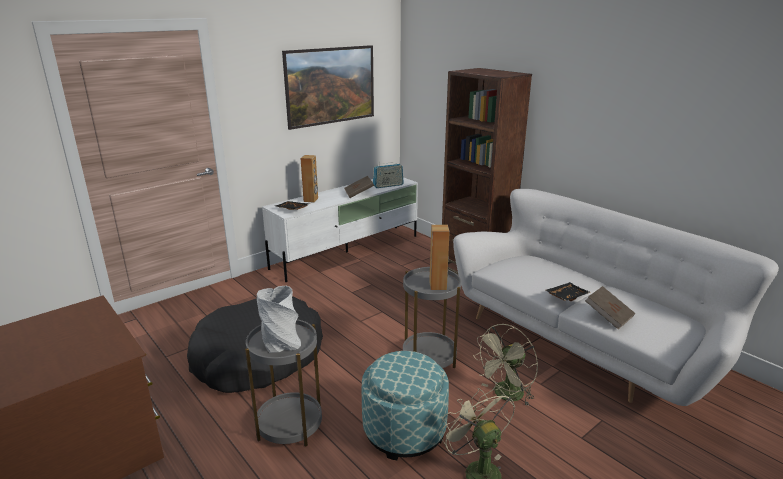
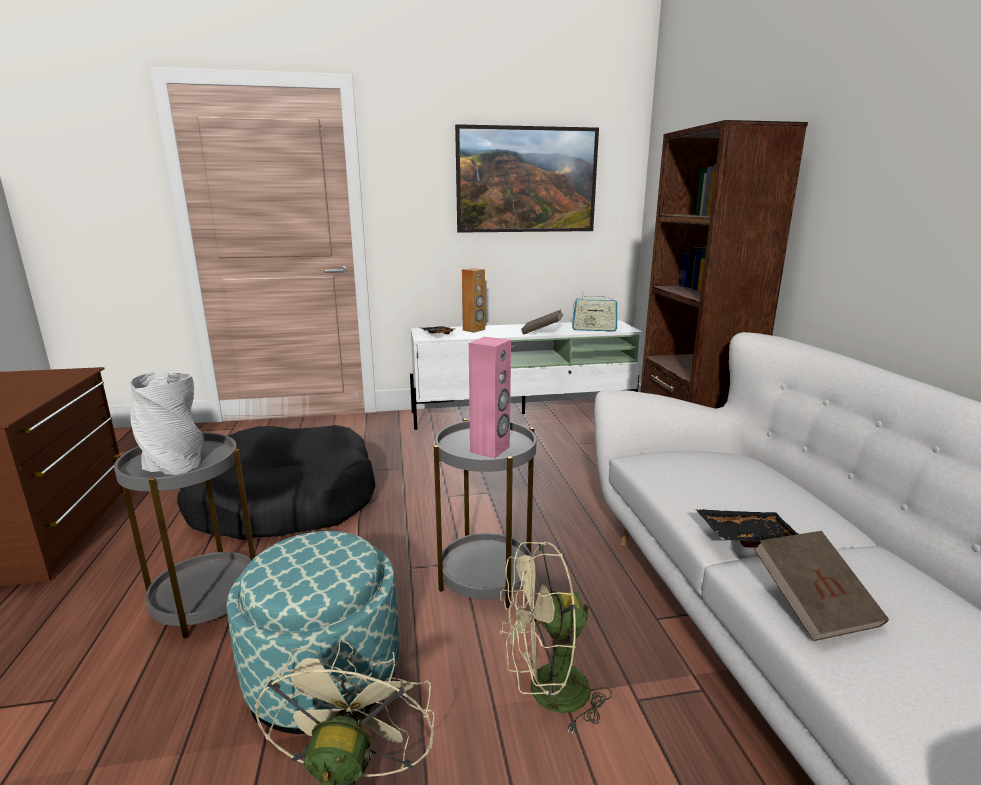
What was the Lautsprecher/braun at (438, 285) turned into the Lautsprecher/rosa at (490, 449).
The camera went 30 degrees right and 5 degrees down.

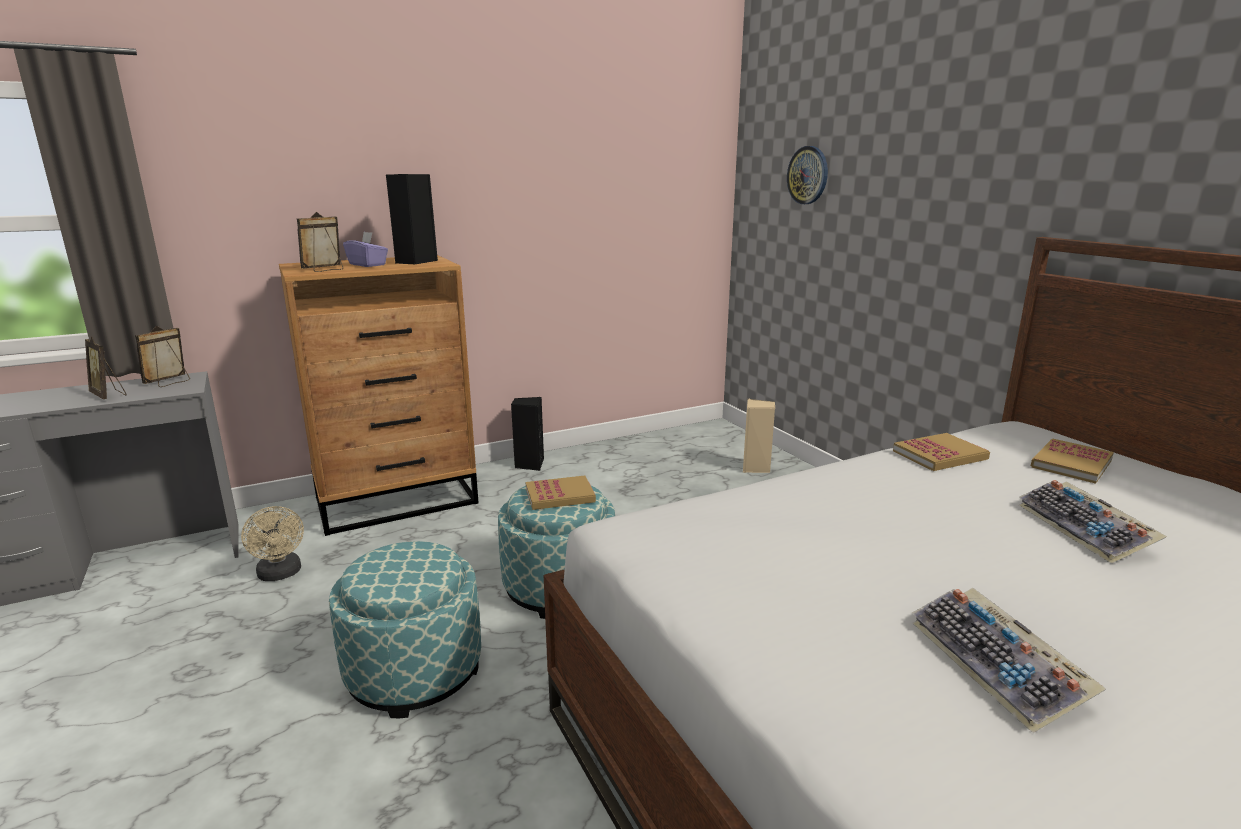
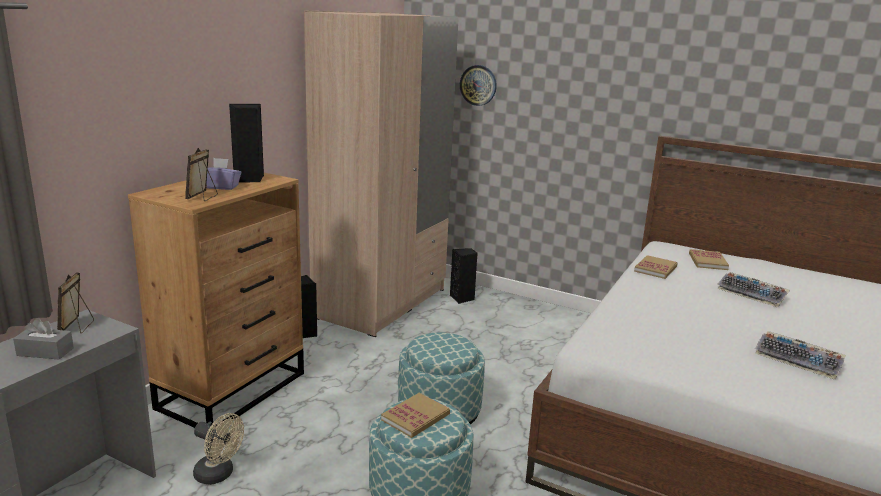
Where the Bilderrahmen stood at (109, 395), the Taschentuchbox/grau came to stand at (45, 352).
The Buch ended up elsewhere, having gone from (560, 495) to (415, 417).
What was the Lautsprecher/beige at (756, 468) turned into the Lautsprecher/schwarz at (462, 298).
The second view gained the Kleiderschrank/beige at (381, 303).
The camera went 35 degrees left and 0 degrees up.

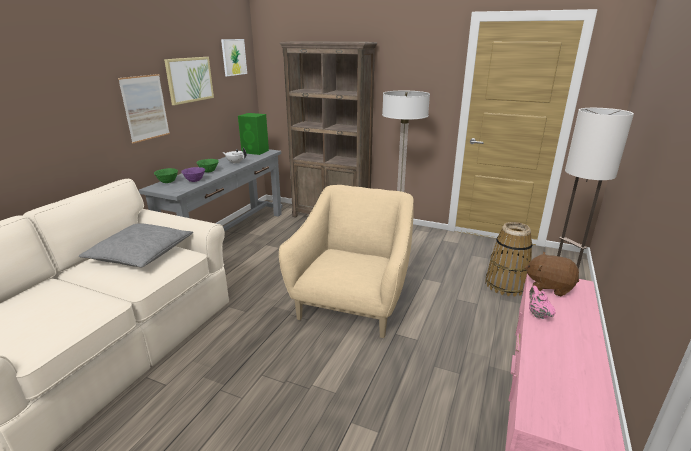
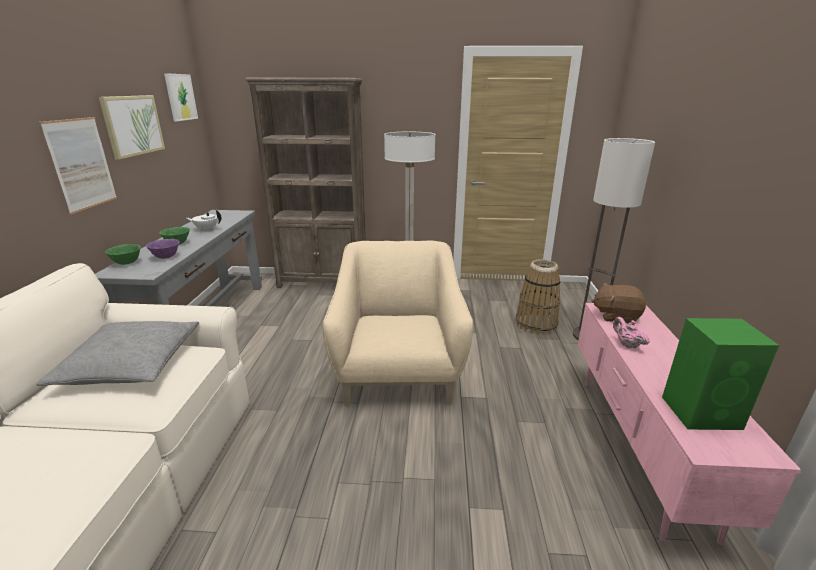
The Lautsprecher/grün ended up elsewhere, having gone from (256, 151) to (702, 412).
The camera went 20 degrees left and 0 degrees up.

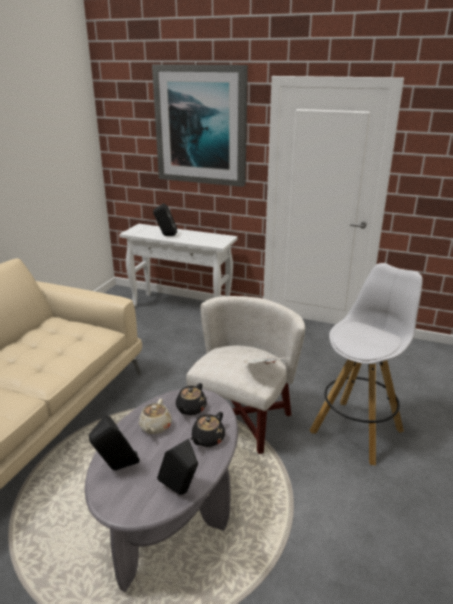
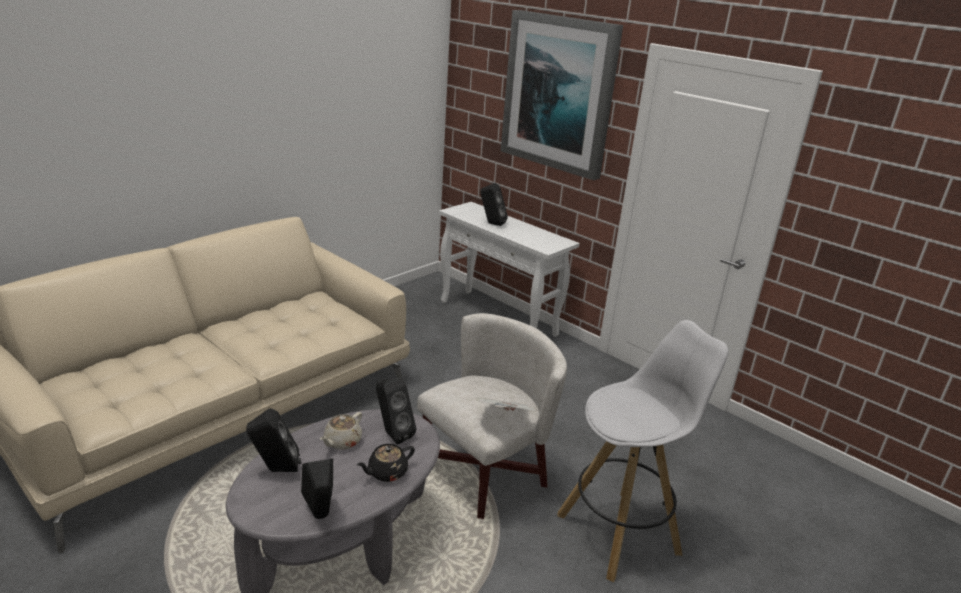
Where the Teekanne/schwarz stood at (190, 408), the Lautsprecher/schwarz came to stand at (392, 434).
The camera went 20 degrees right and 0 degrees up.

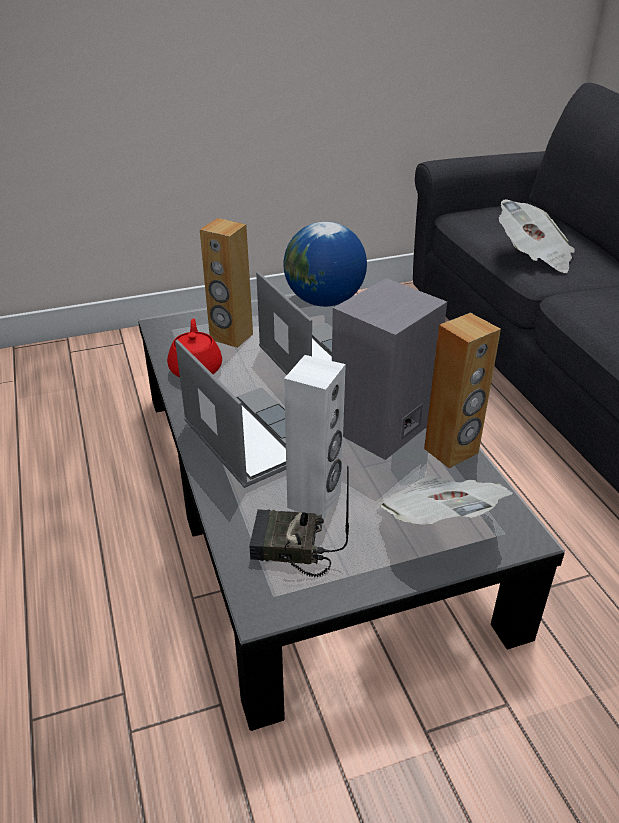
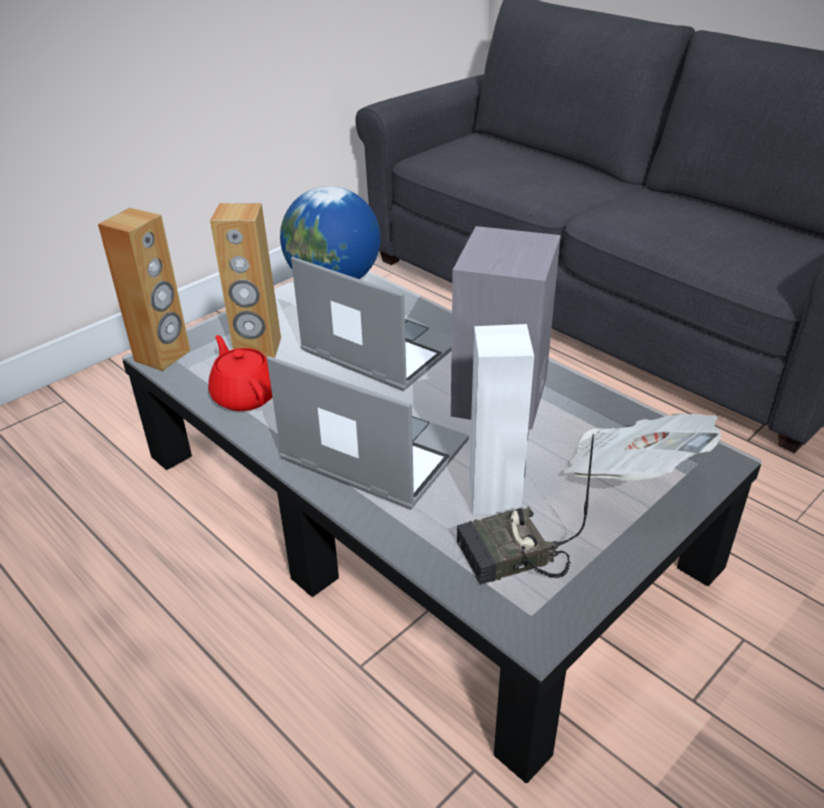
The Lautsprecher/braun ended up elsewhere, having gone from (451, 451) to (163, 356).
The second view lost the Zeitung at (533, 257).
The camera went 25 degrees left and 0 degrees up.

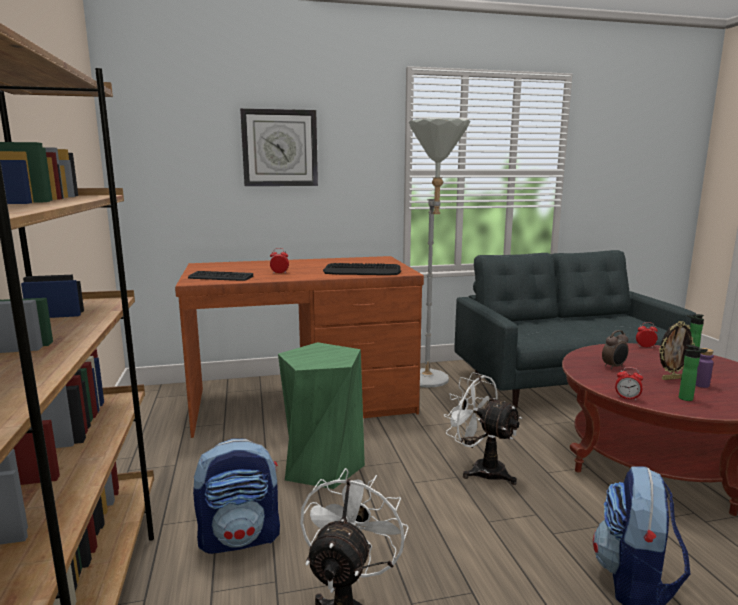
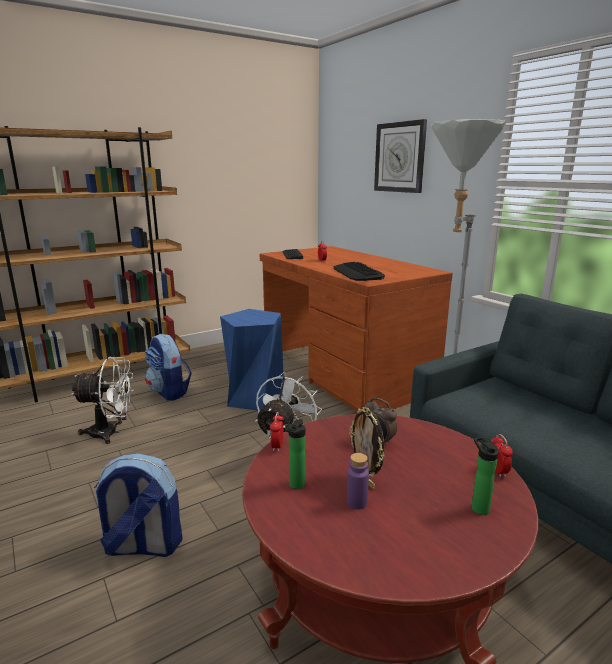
What was the Hocker/grün at (322, 466) turned into the Hocker/blau at (254, 397).
The camera went 70 degrees right and 5 degrees up.

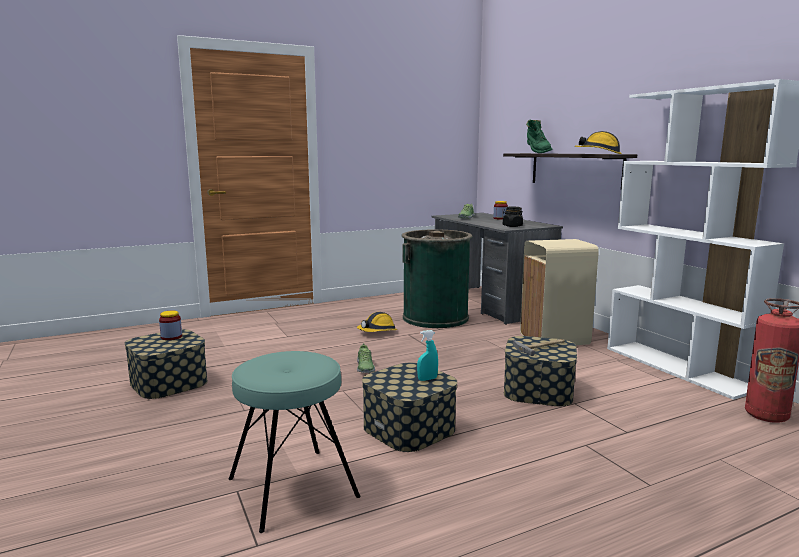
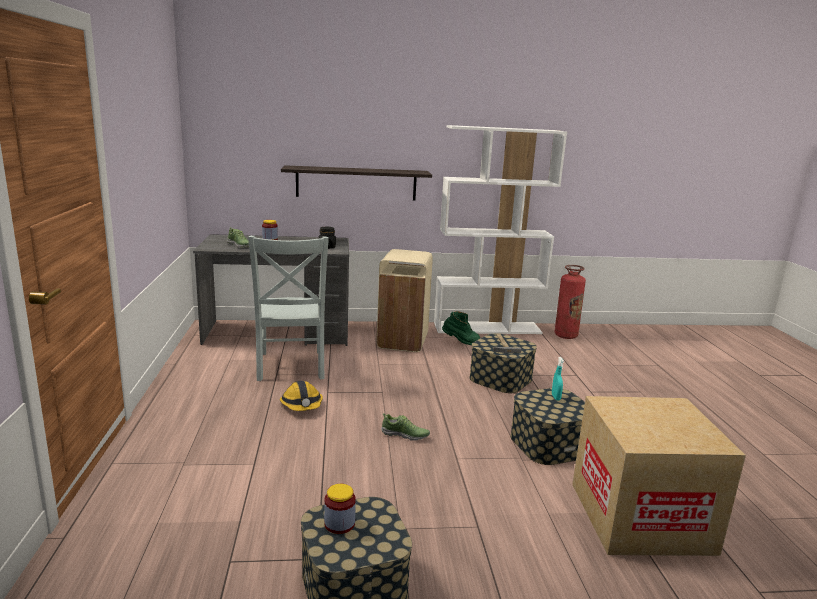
Where the Hocker/türkis stood at (293, 487), the Karton came to stand at (640, 517).
Where the Mülleimer/grün stood at (435, 318), the Stuhl/grau came to stand at (290, 367).
The Stiefel/grün ended up elsewhere, having gone from (537, 153) to (460, 342).
The second view lost the Schutzhelm at (598, 153).
The camera went 70 degrees left and 5 degrees up.

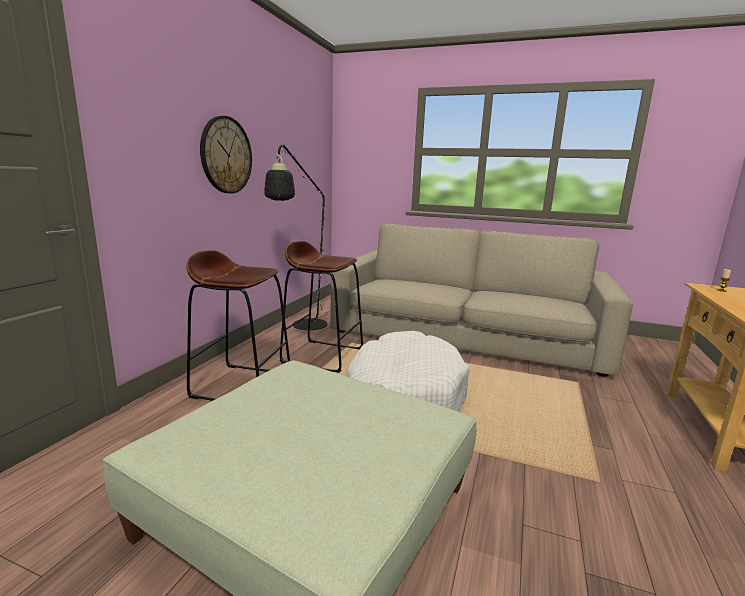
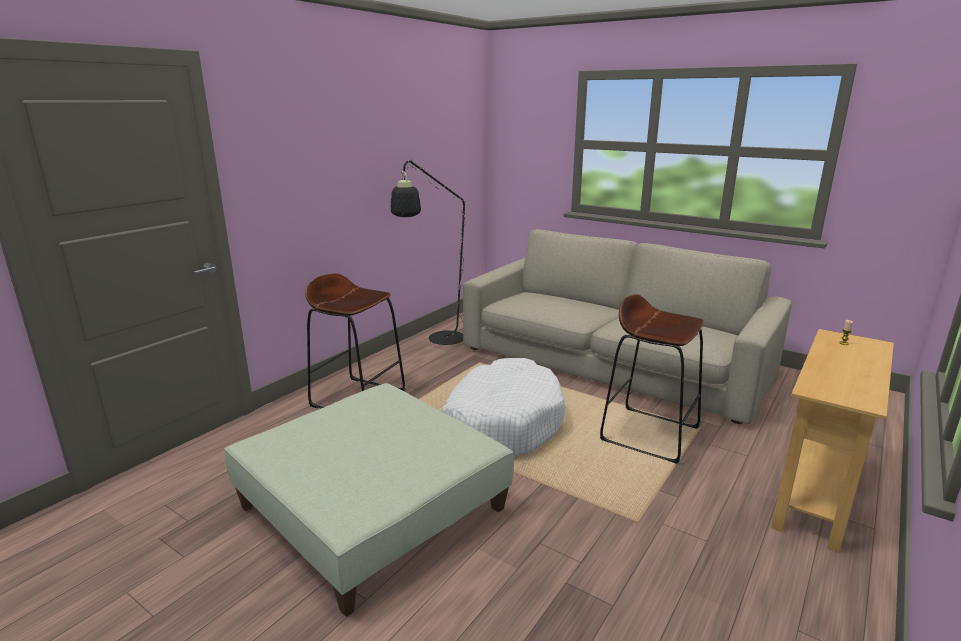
The second view lost the Wanduhr at (226, 155).
The Hocker/braun ended up elsewhere, having gone from (322, 356) to (649, 434).
The camera went 15 degrees right and 5 degrees up.

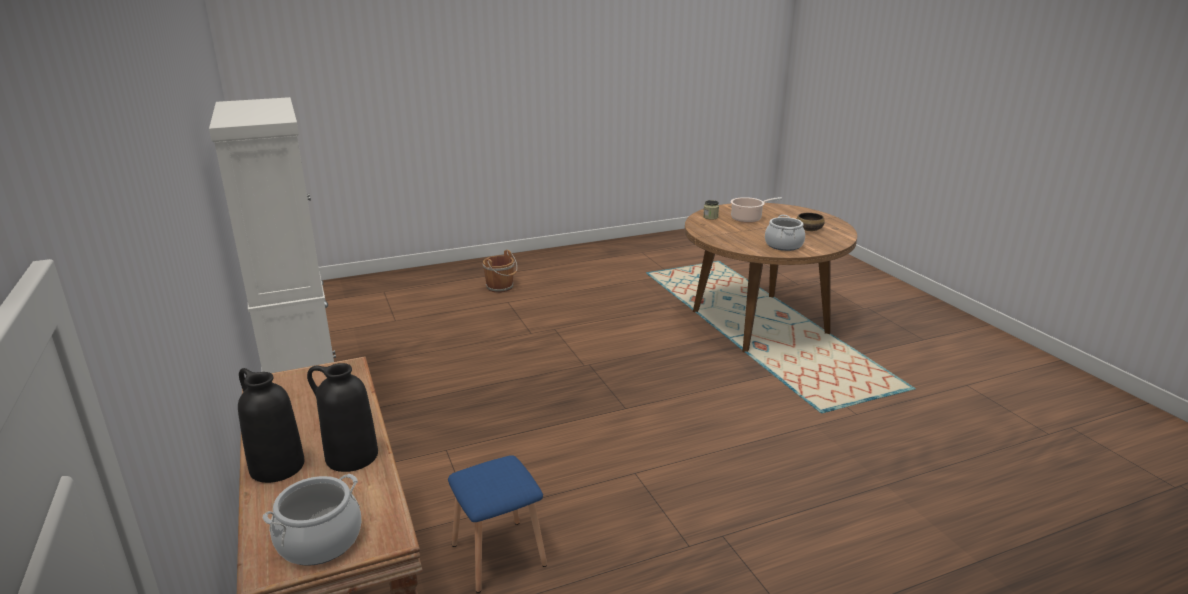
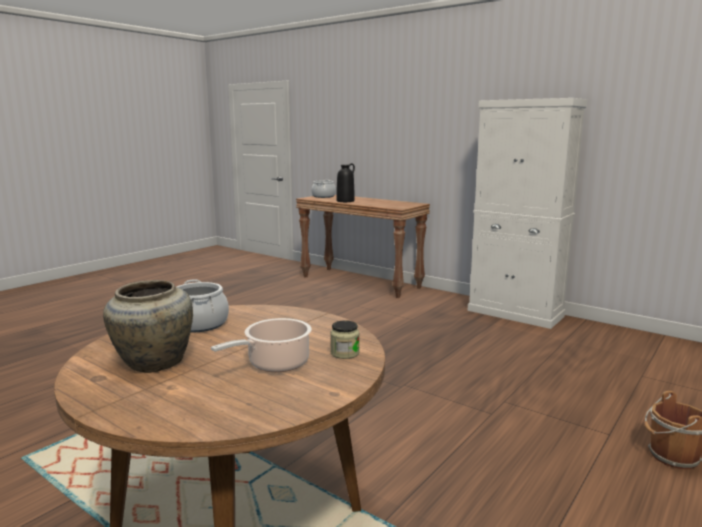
The second view lost the Vase/schwarz at (276, 467).
The second view lost the Hocker/blau at (500, 554).
Where the Schüssel stood at (809, 229), the Vase/beige came to stand at (153, 363).
The camera went 150 degrees right and 10 degrees down.

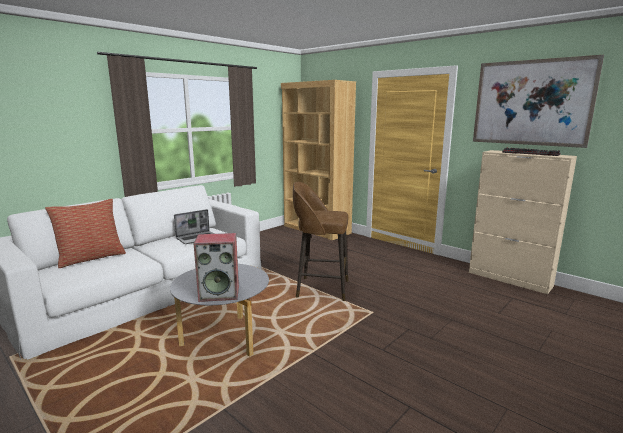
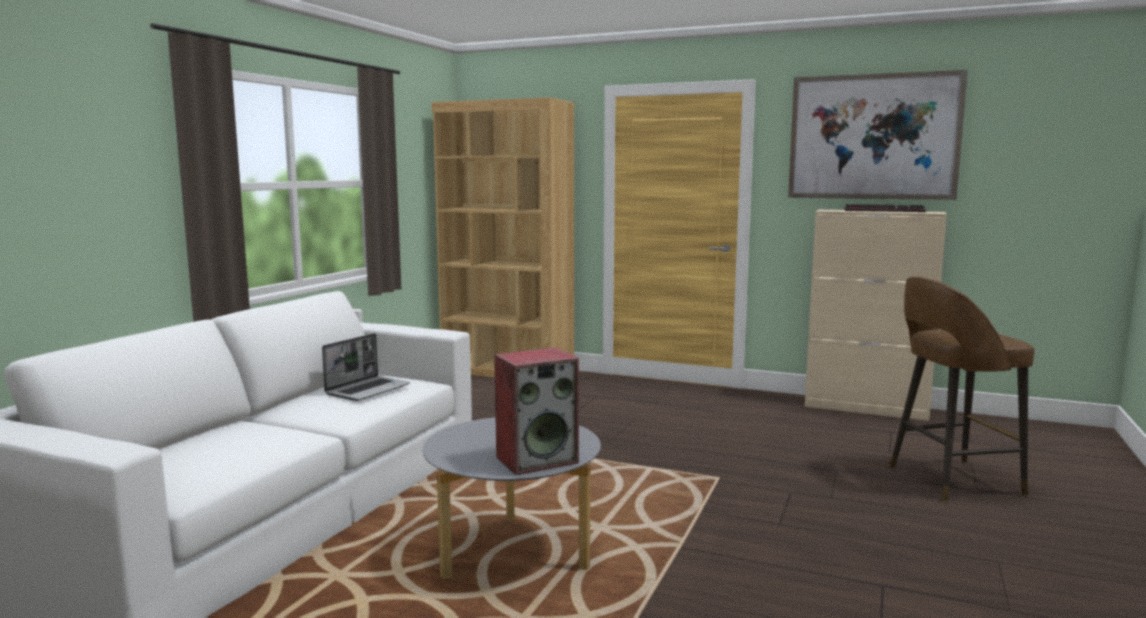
The second view lost the Kissen at (91, 258).
The Hocker/braun ended up elsewhere, having gone from (321, 289) to (950, 480).
The camera went 20 degrees left and 5 degrees down.

